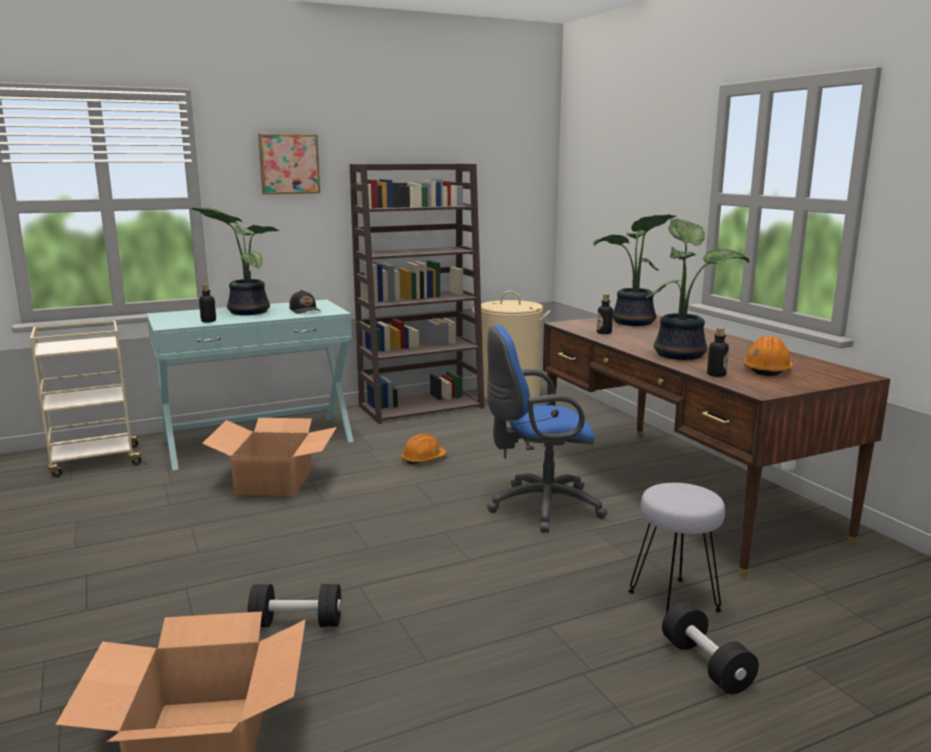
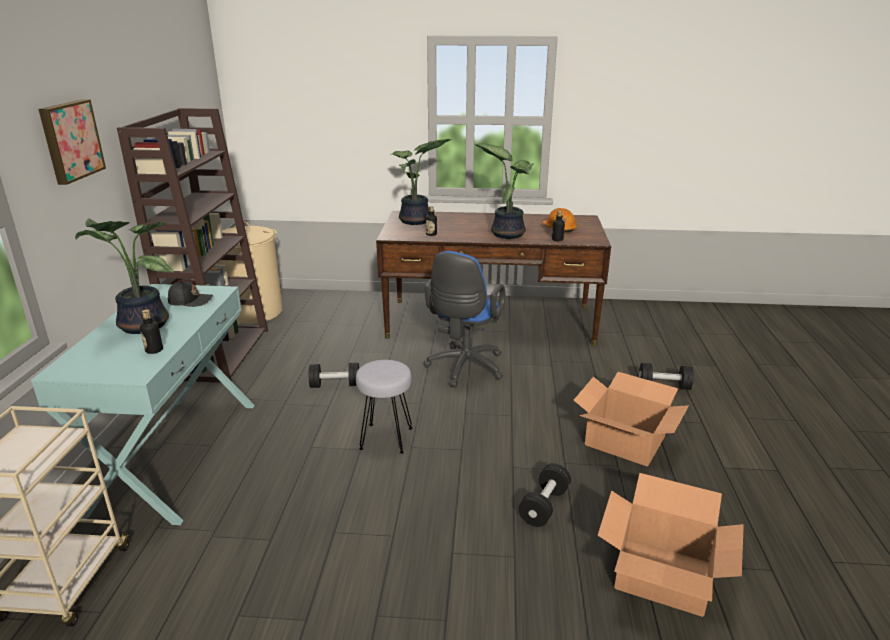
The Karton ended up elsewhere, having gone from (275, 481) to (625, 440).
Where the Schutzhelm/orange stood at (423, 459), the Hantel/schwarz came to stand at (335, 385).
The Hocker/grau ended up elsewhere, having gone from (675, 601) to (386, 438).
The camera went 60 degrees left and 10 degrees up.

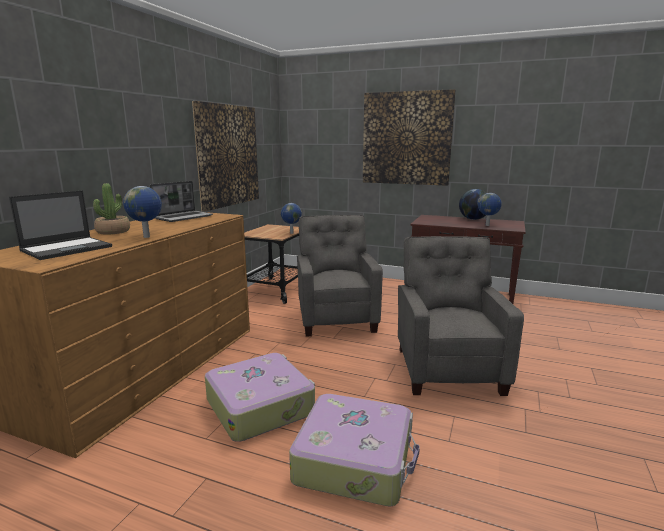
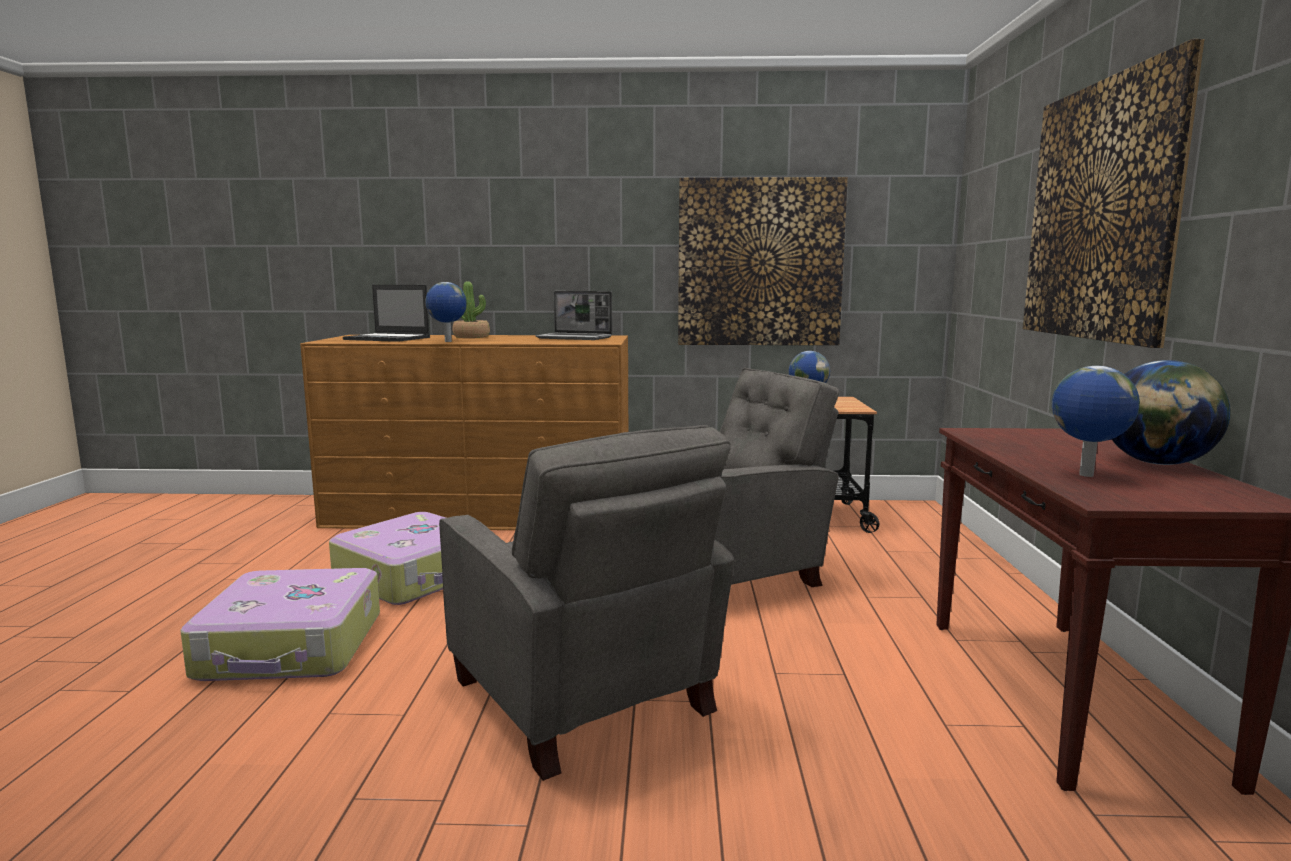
The Sessel/grau at (448, 369) ended up facing another way, 75 degrees clockwise from before.
The camera went 70 degrees right and 5 degrees down.

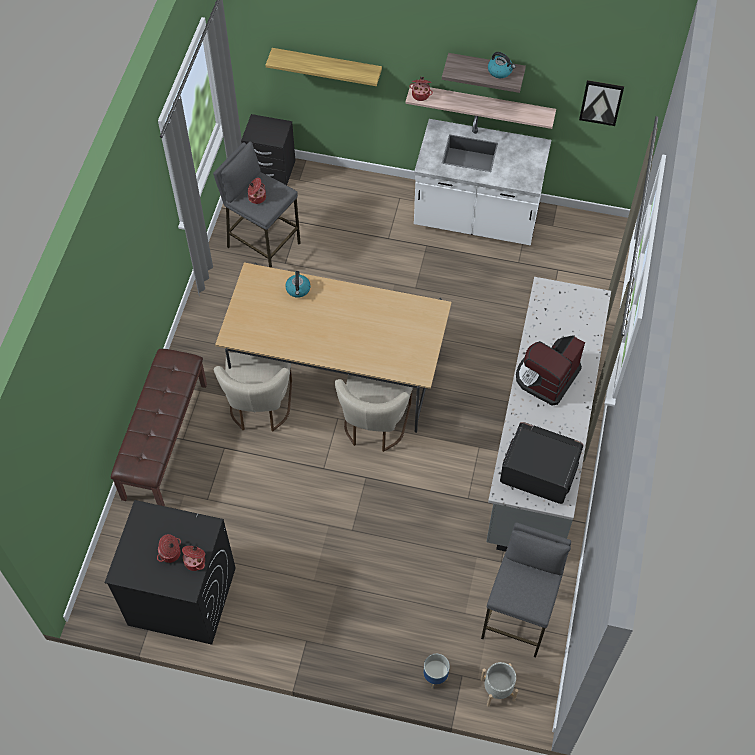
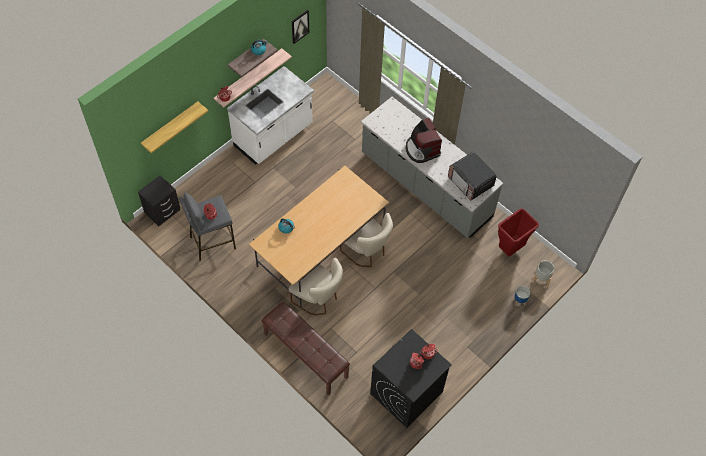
Where the Hocker/grau stood at (518, 617), the Mülleimer/rot came to stand at (510, 248).
The Mikrowelle at (538, 471) ended up facing another way, 90 degrees counterclockwise from before.
The camera went 60 degrees left and 0 degrees up.

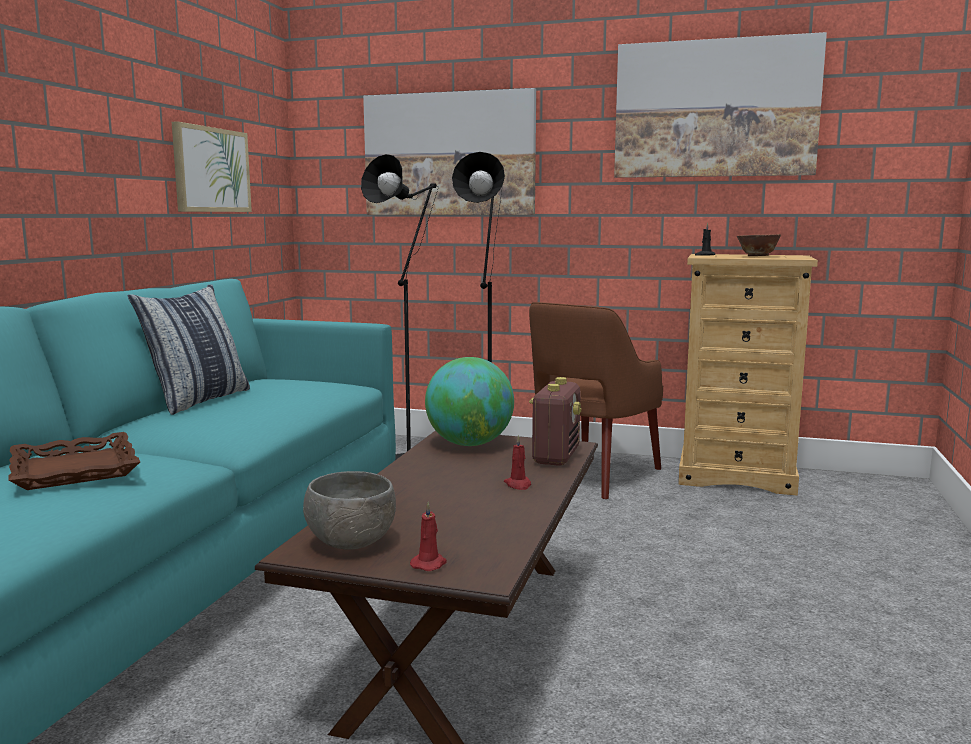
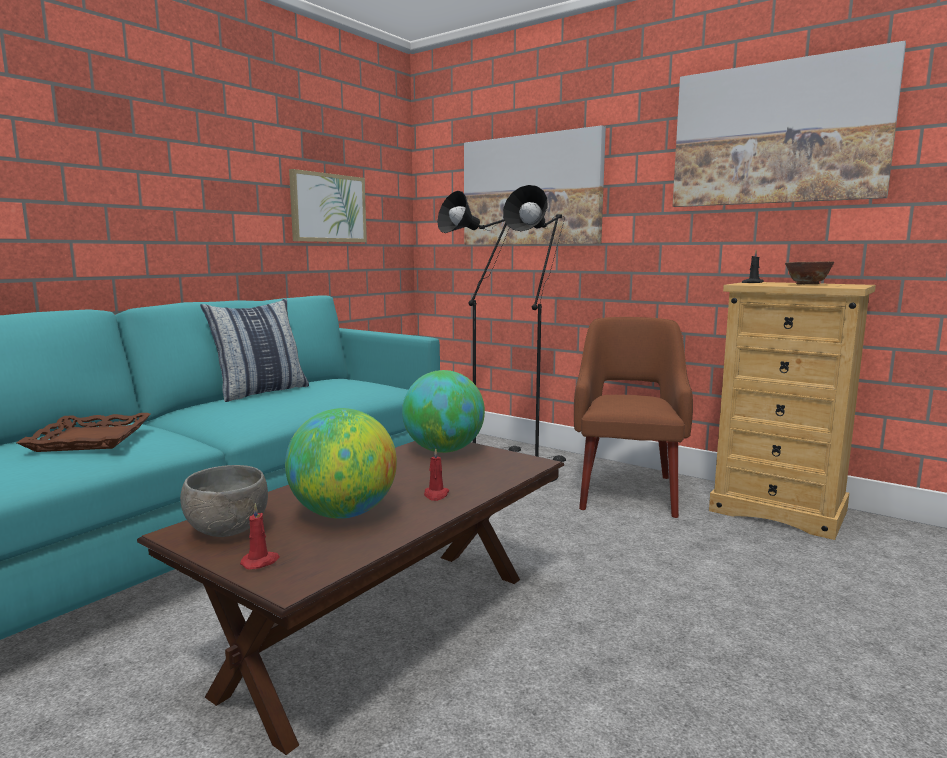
The Sessel/braun at (591, 475) ended up facing another way, 135 degrees clockwise from before.
The second view lost the Radio at (555, 456).
The second view gained the Globus at (344, 514).
The camera went 20 degrees right and 0 degrees up.

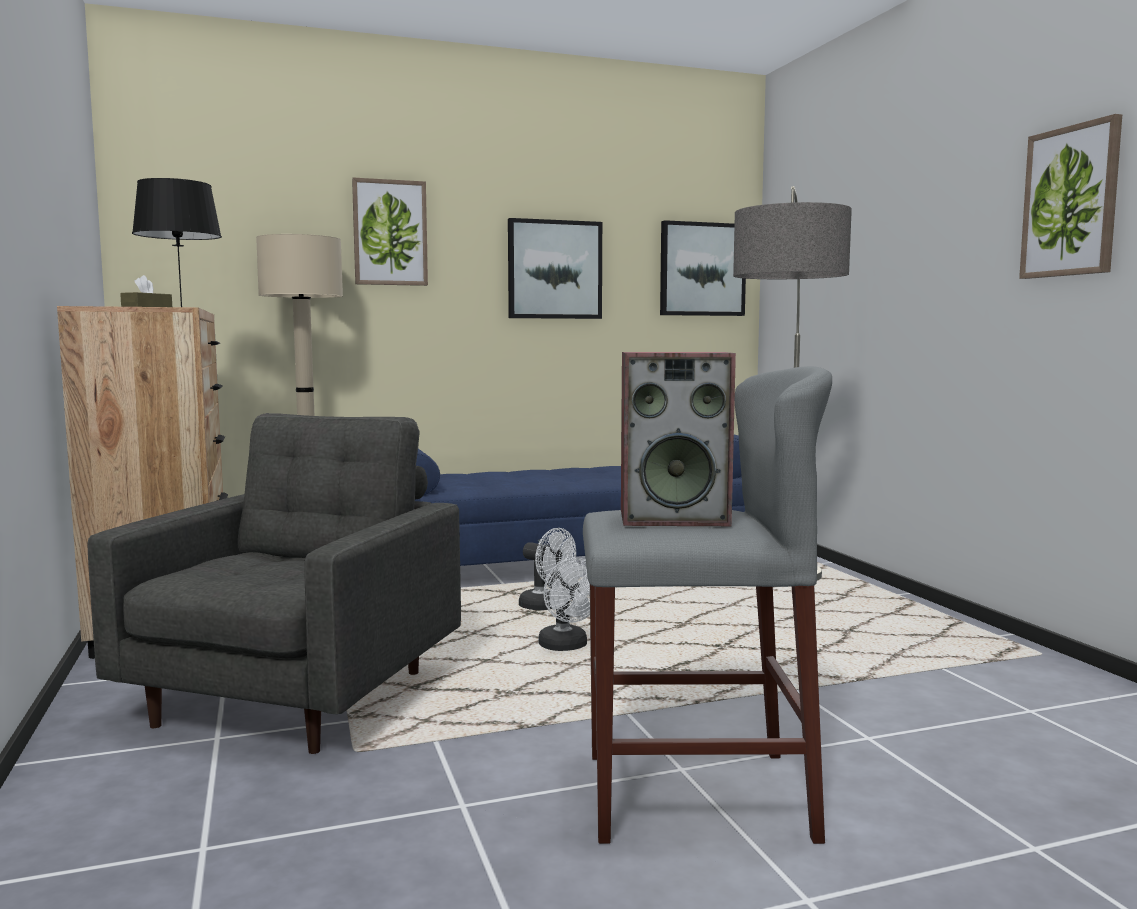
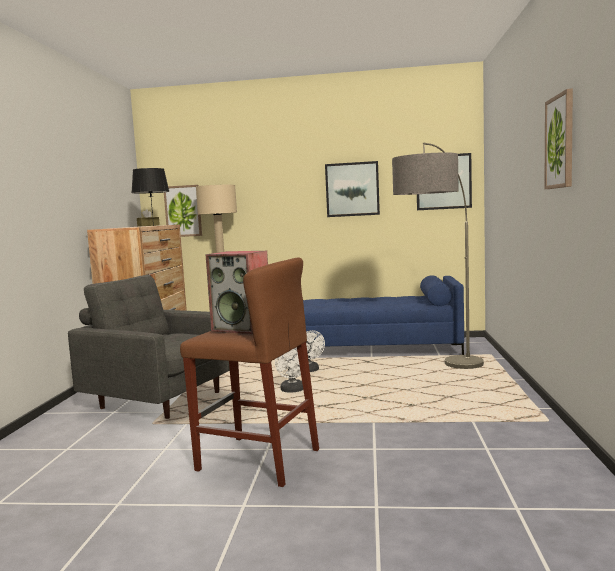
The Sessel/grau at (299, 696) ended up facing another way, 105 degrees counterclockwise from before.
The Bild ended up elsewhere, having gone from (390, 233) to (183, 211).
What was the Hocker/grau at (696, 795) turned into the Hocker/braun at (258, 460).
The camera went 25 degrees right and 0 degrees up.

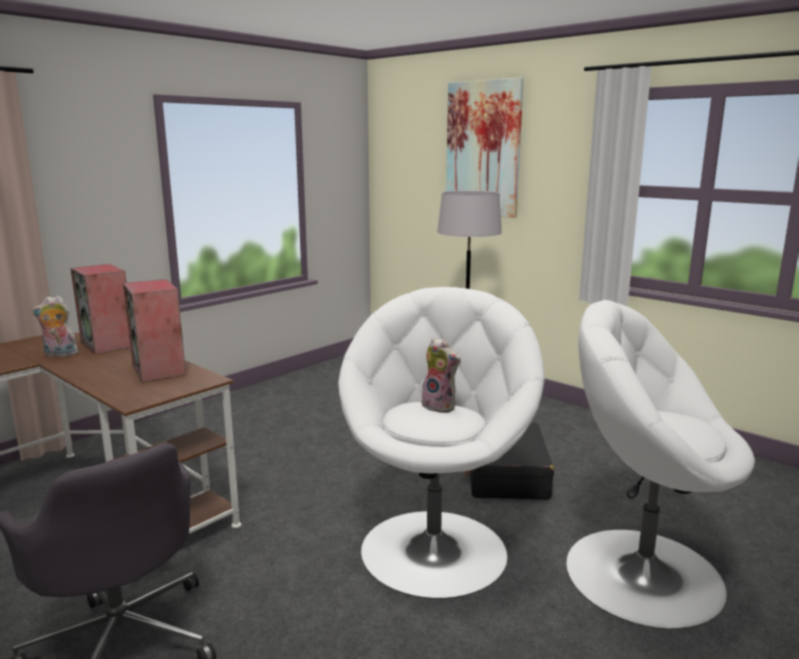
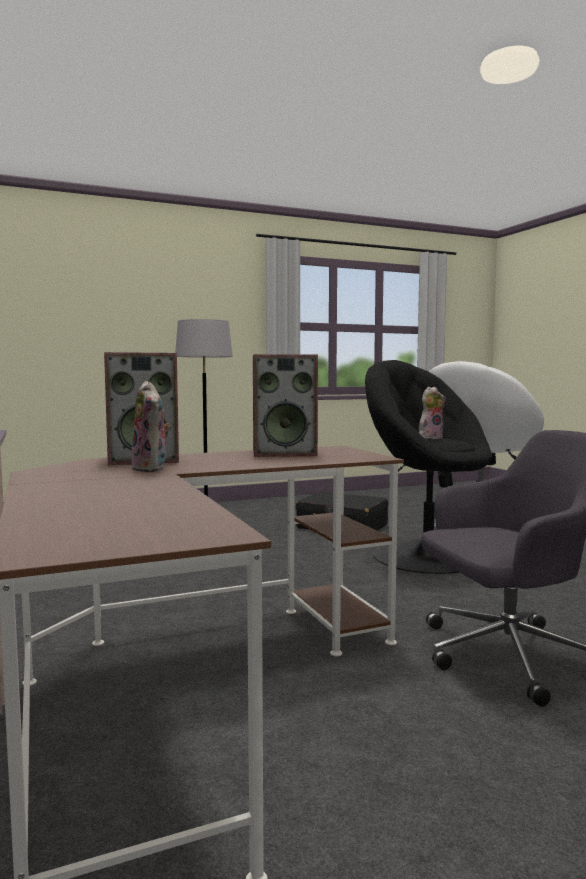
The Plüschtier at (59, 355) ended up facing another way, 45 degrees counterclockwise from before.
What was the Sessel/weiß at (435, 549) turned into the Sessel/schwarz at (426, 555).
The second view lost the Bild at (483, 149).
The camera went 65 degrees left and 10 degrees down.

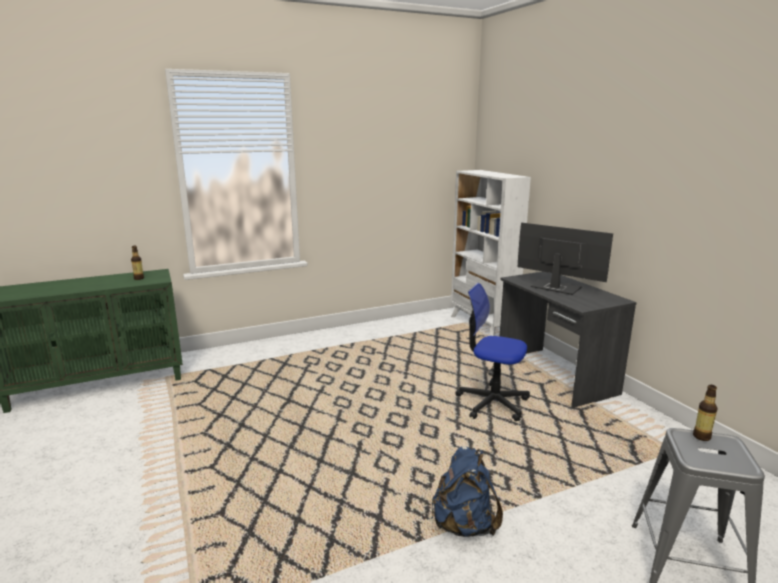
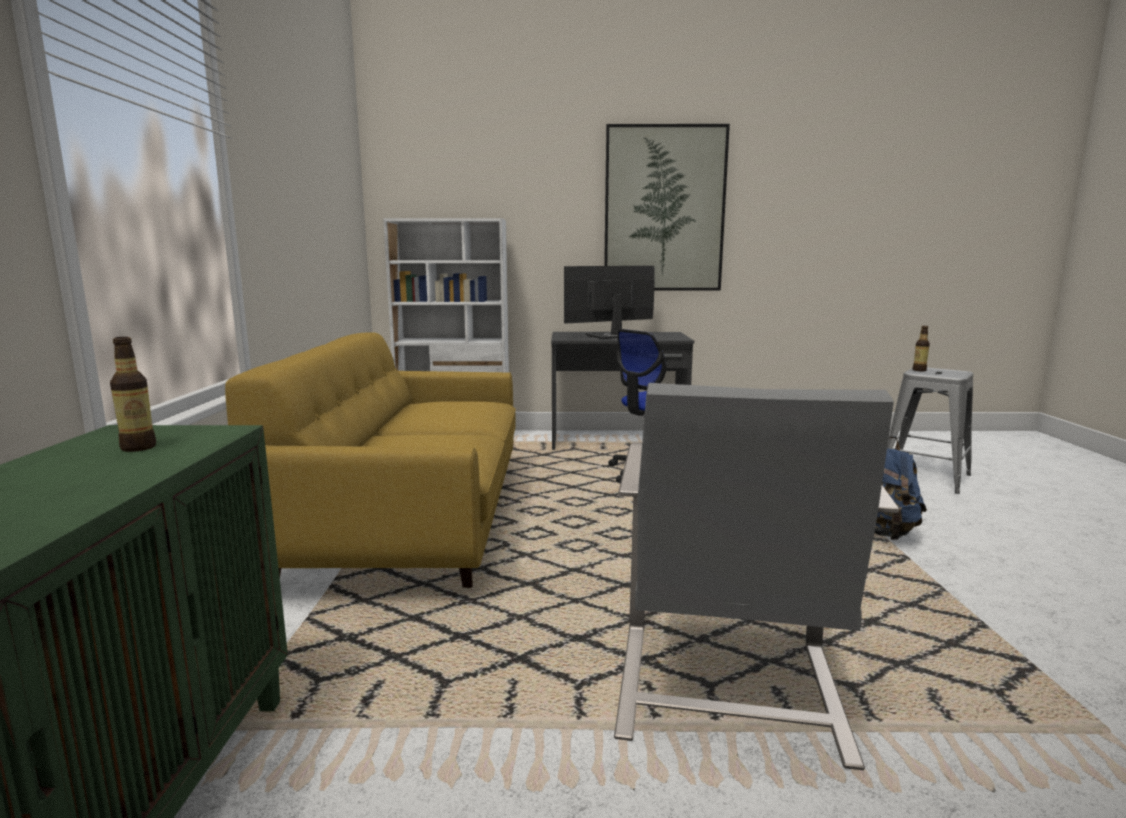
The second view gained the Sofa/gelb at (410, 522).
The second view gained the Bild at (664, 209).
The second view gained the Sessel/grau at (727, 691).
The camera went 65 degrees left and 5 degrees down.

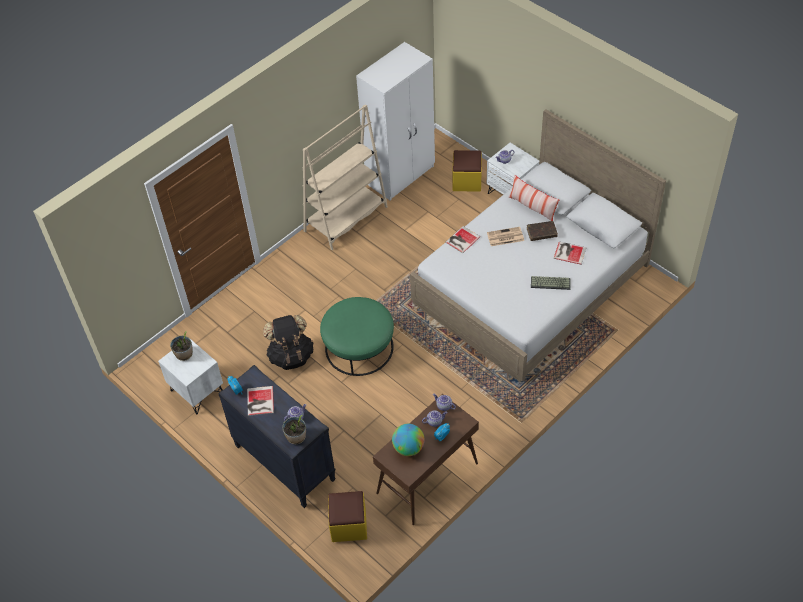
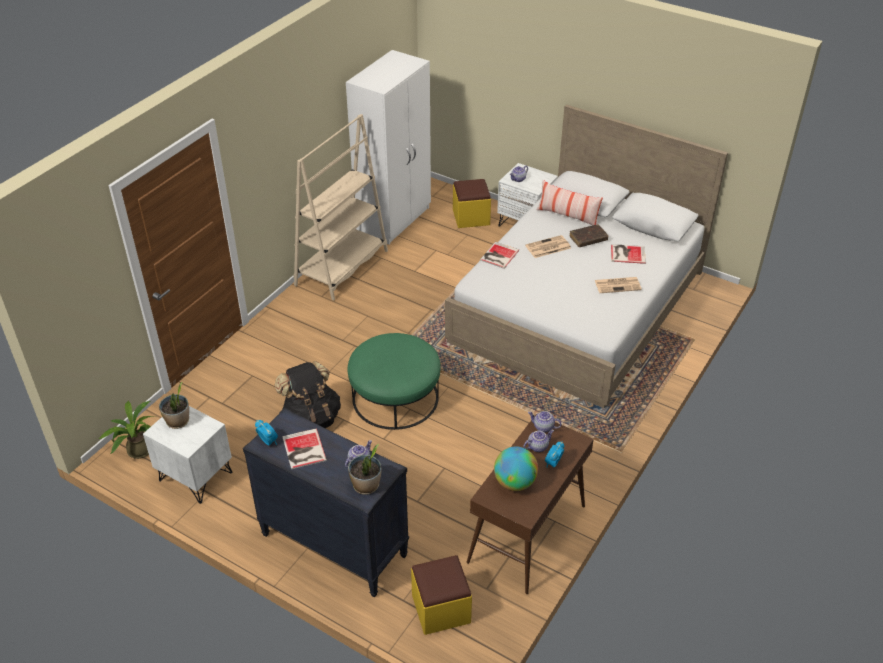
Where the Tastatur stood at (551, 282), the Zeitung came to stand at (618, 285).
The second view gained the Topfpflanze at (136, 451).
The camera went 15 degrees left and 10 degrees down.

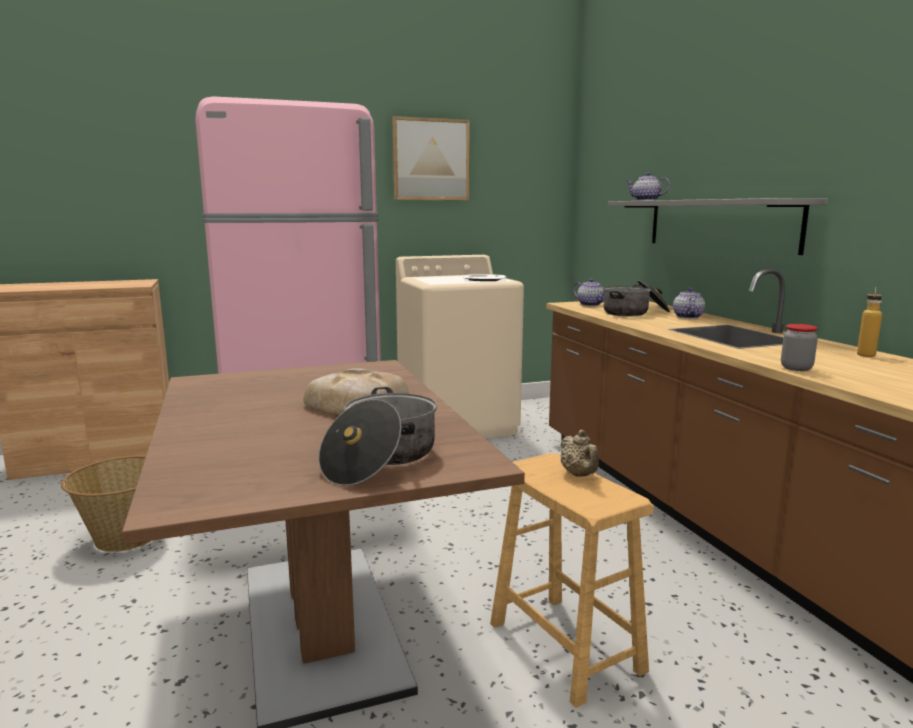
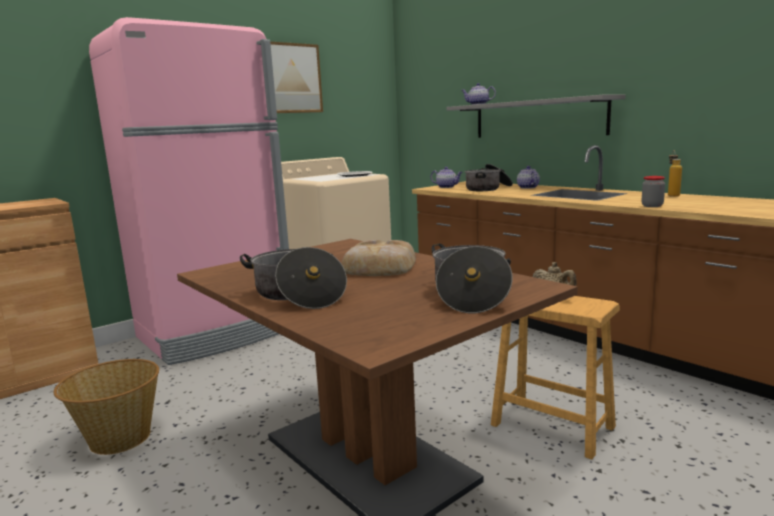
The second view gained the Kochtopf at (297, 295).
The camera went 20 degrees left and 0 degrees up.

